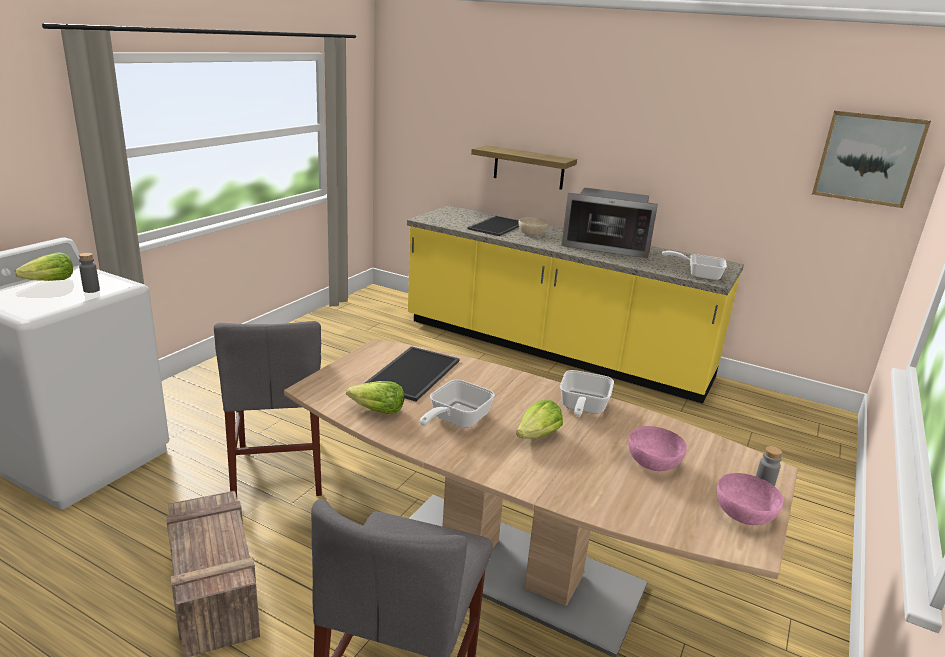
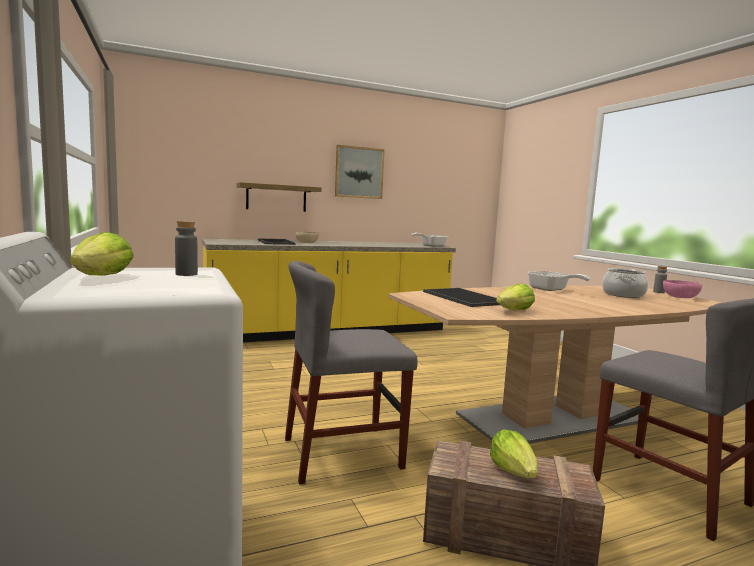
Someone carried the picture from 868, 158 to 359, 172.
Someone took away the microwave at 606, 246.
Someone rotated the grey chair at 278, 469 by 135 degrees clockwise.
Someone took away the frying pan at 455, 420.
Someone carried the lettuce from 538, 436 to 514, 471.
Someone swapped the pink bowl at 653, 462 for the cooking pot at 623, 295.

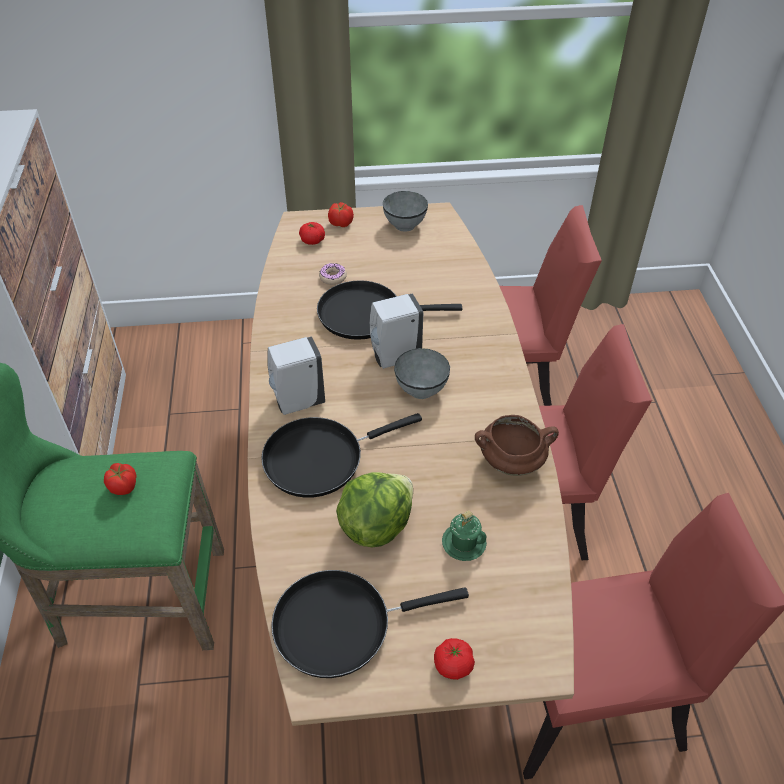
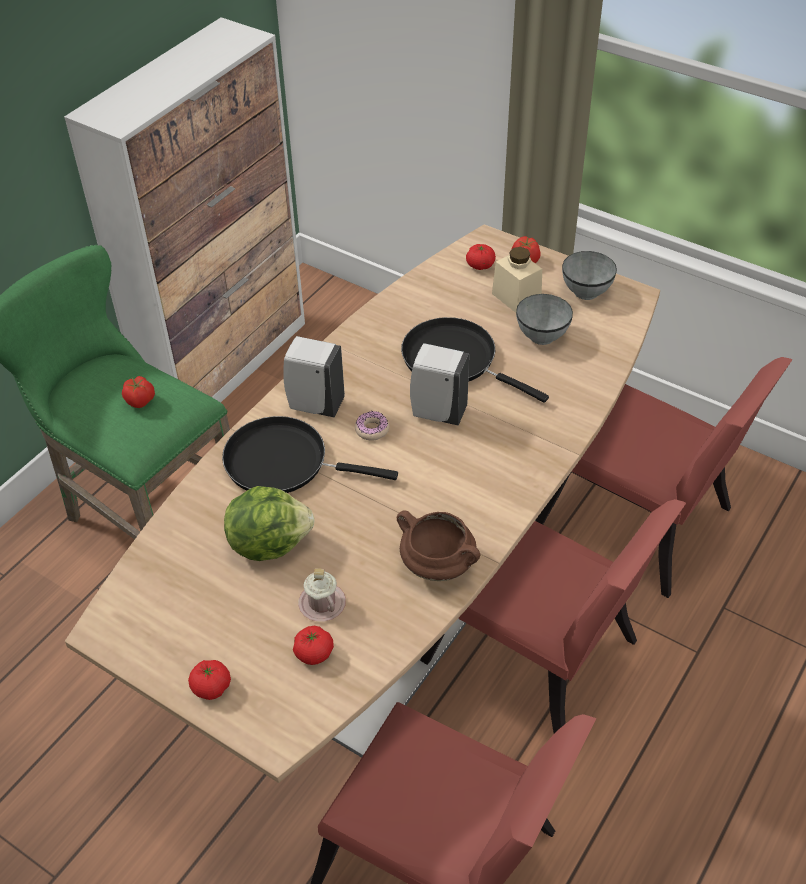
Someone carried the donut from 333, 277 to 372, 429.
Someone carried the grey bowl from 421, 390 to 541, 336.
Someone repainted the green mug at 464, 543, which became the pink mug at 322, 603.
Someone took away the black frying pan at 340, 624.
Someone put down the beige jar at 516, 297.
Someone put down the tomato at 314, 653.

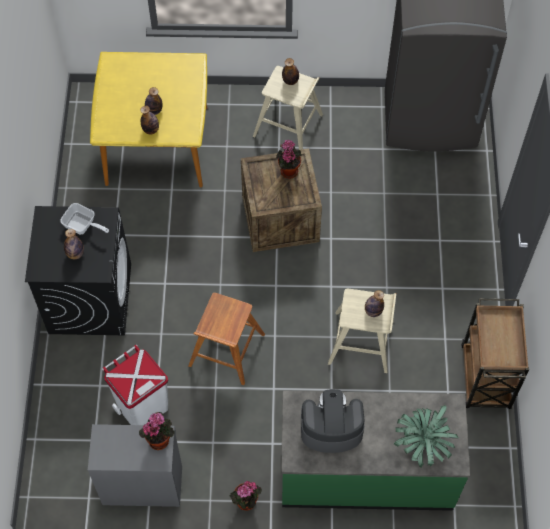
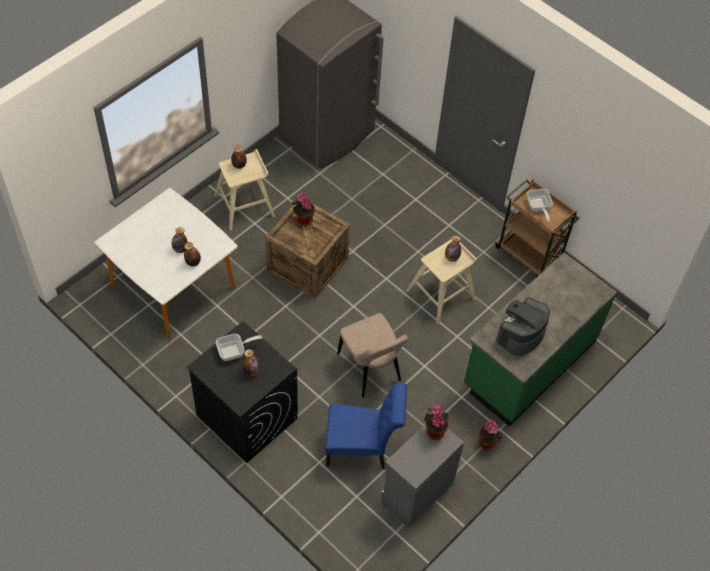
Someone repainted the yellow dining table at 156, 146, which became the white dining table at 173, 287.
Someone swapped the brown stool at 226, 350 for the beige chair at 370, 370.
Someone swapped the white trash can at 142, 408 for the blue chair at 362, 449.
Someone took away the potted plant at 423, 443.
Someone put down the frying pan at 538, 207.

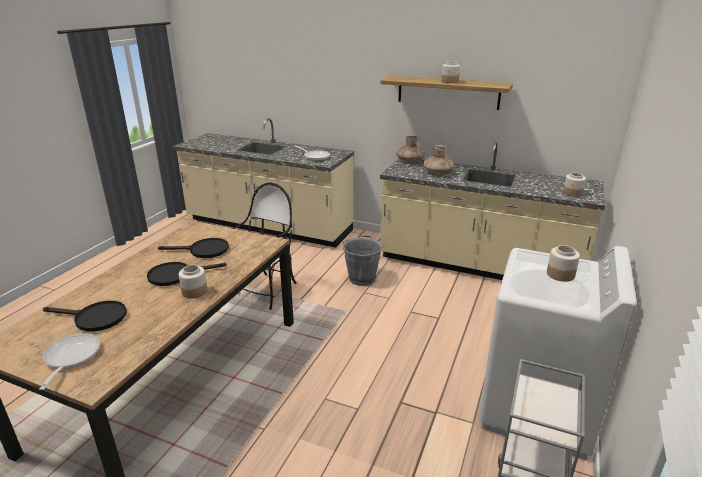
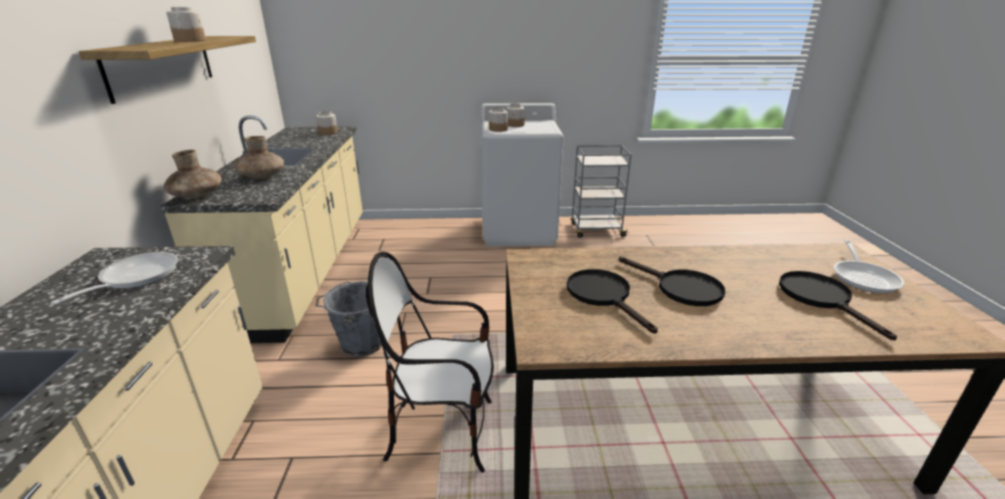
Someone carried the jar from 194, 292 to 498, 129.
Someone rotated the frying pan at 70, 358 by 45 degrees counterclockwise.

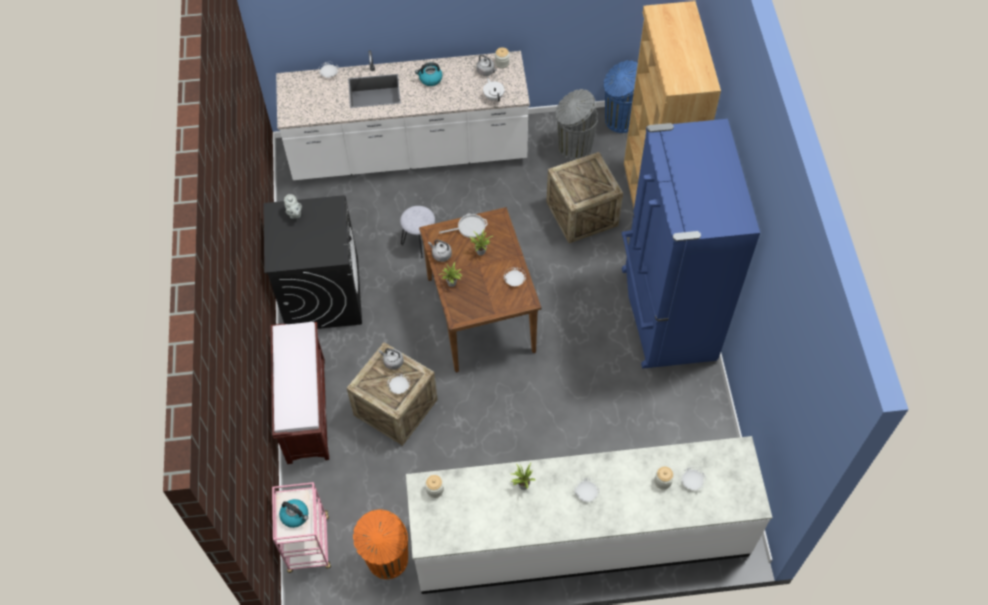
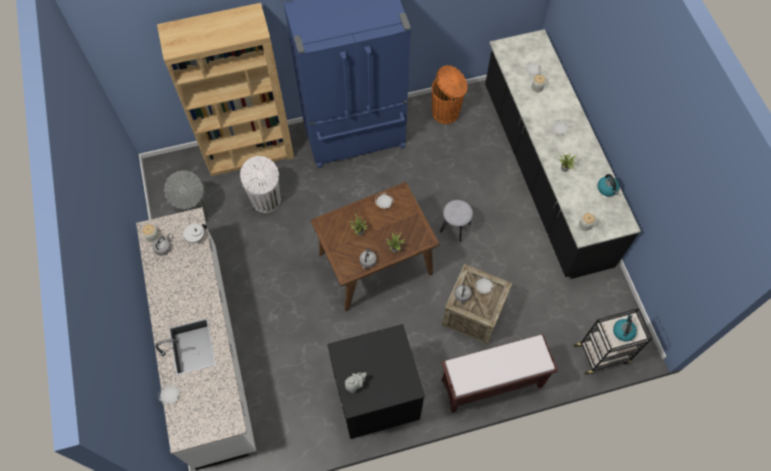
Someone took away the blue trash can at 619, 120.
Someone carried the kettle from 430, 79 to 607, 189.
Someone swapped the crate at 582, 214 for the white trash can at 266, 201.
Someone carried the grey stool from 420, 242 to 455, 228.
Someone took away the frying pan at 469, 227.
Someone repainted the white counter at 580, 536, which became the black counter at 544, 173.
Someone repainted the pink cart at 309, 545, which became the black cart at 603, 353.
Someone carried the orange trash can from 387, 561 to 446, 113.

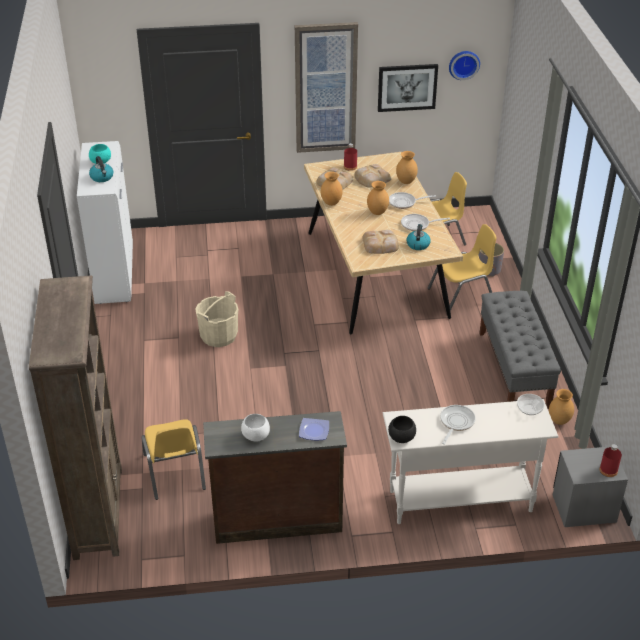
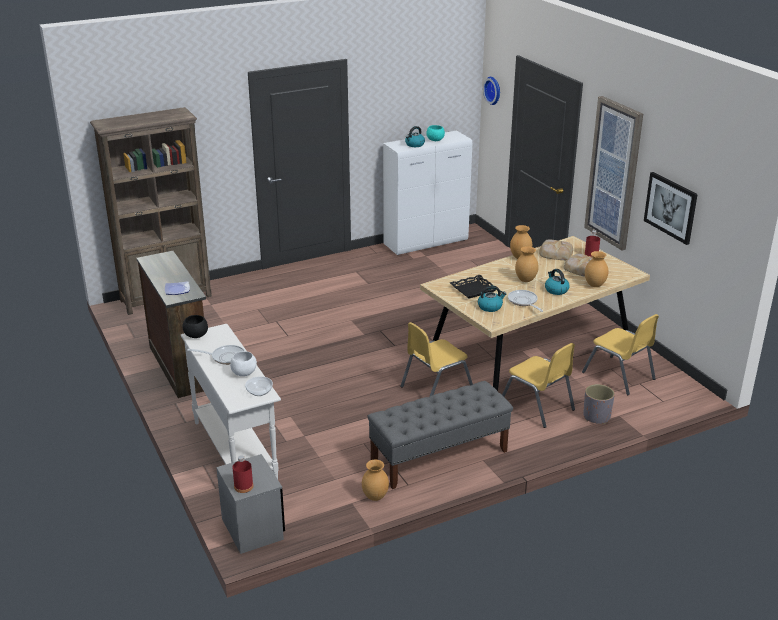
Someone carried the wall clock from 463, 64 to 493, 90.
Someone swapped the frying pan at 404, 203 for the kettle at 556, 290.
Someone swapped the bread at 381, 245 for the black tray at 473, 290.
Someone took away the beige bucket at 219, 336.
Someone carried the white bowl from 256, 436 to 244, 373.
Someone carried the yellow chair from 174, 472 to 436, 387.

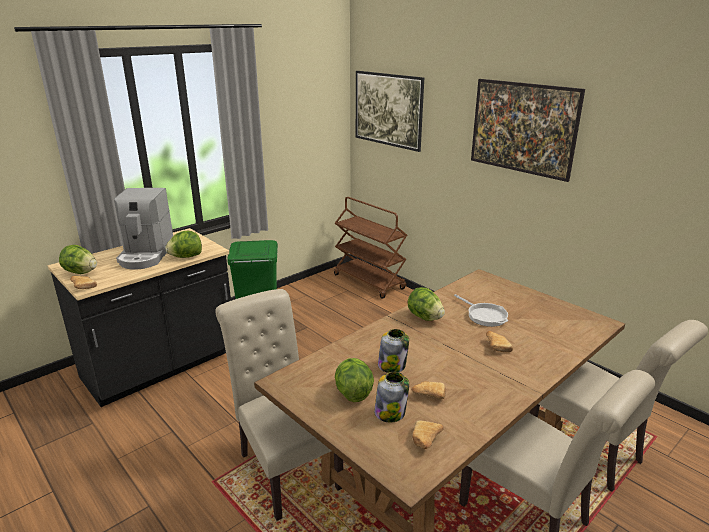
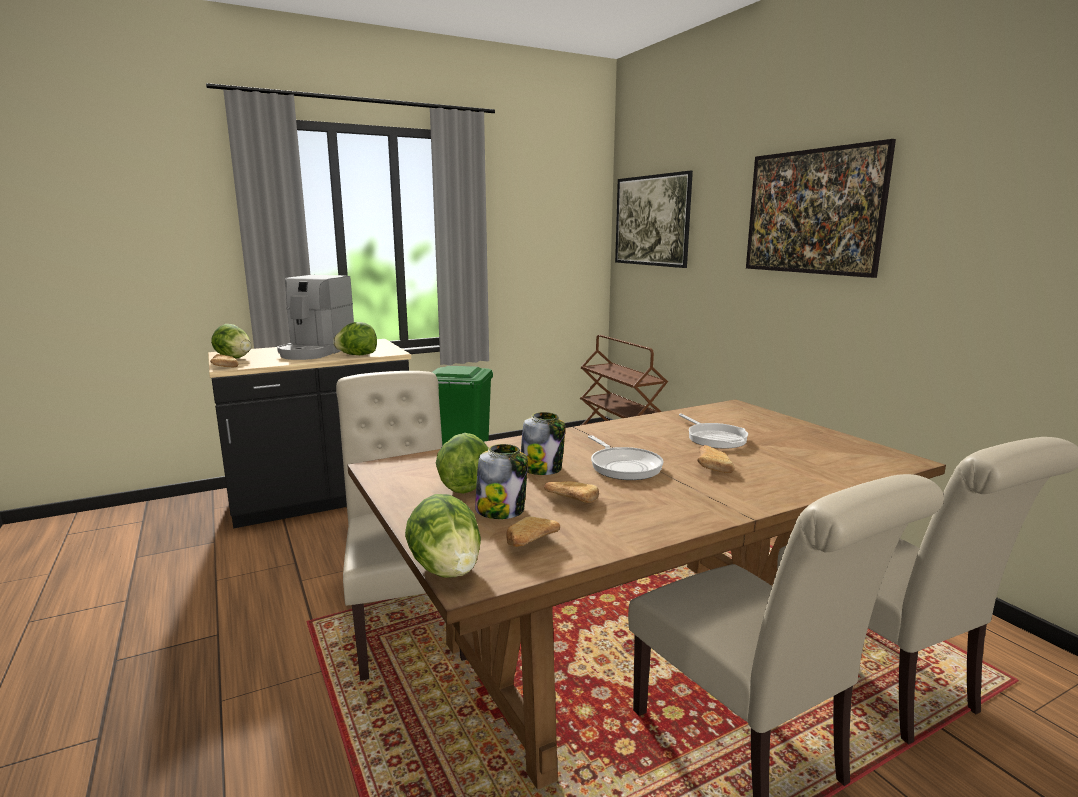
Someone carried the lettuce from 424, 317 to 446, 569.
Someone put down the frying pan at 623, 466.

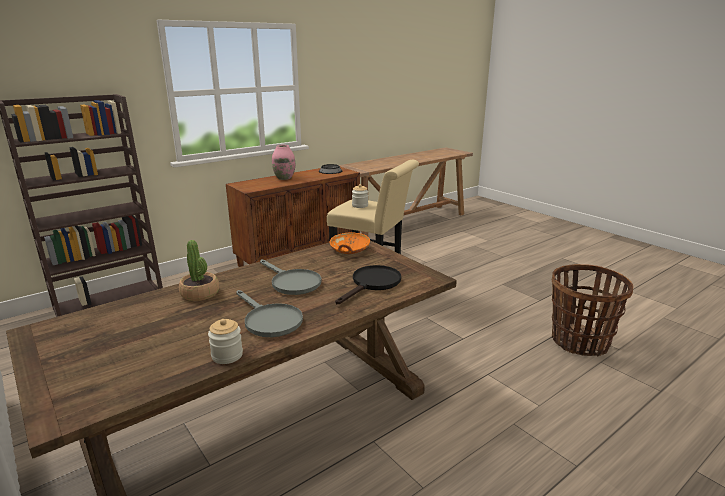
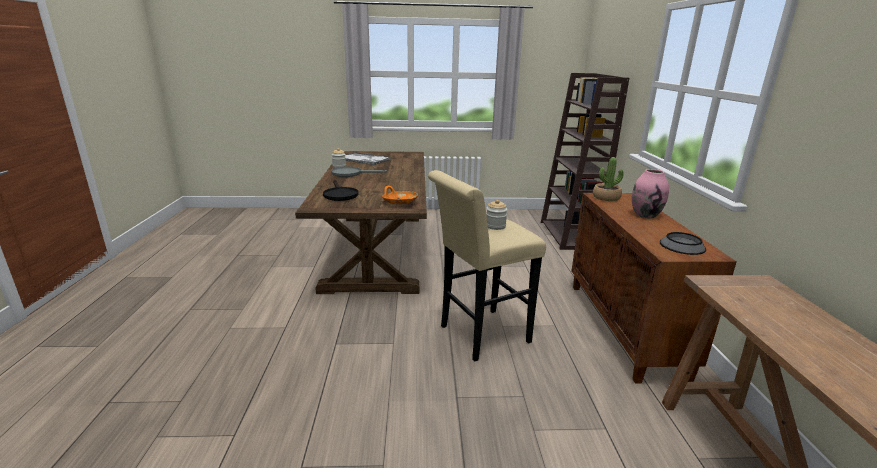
Someone carried the potted plant from 200, 293 to 606, 197.
Someone took away the grey frying pan at 292, 282.
Someone took away the basket at 579, 342.
Someone put down the tray at 364, 159.

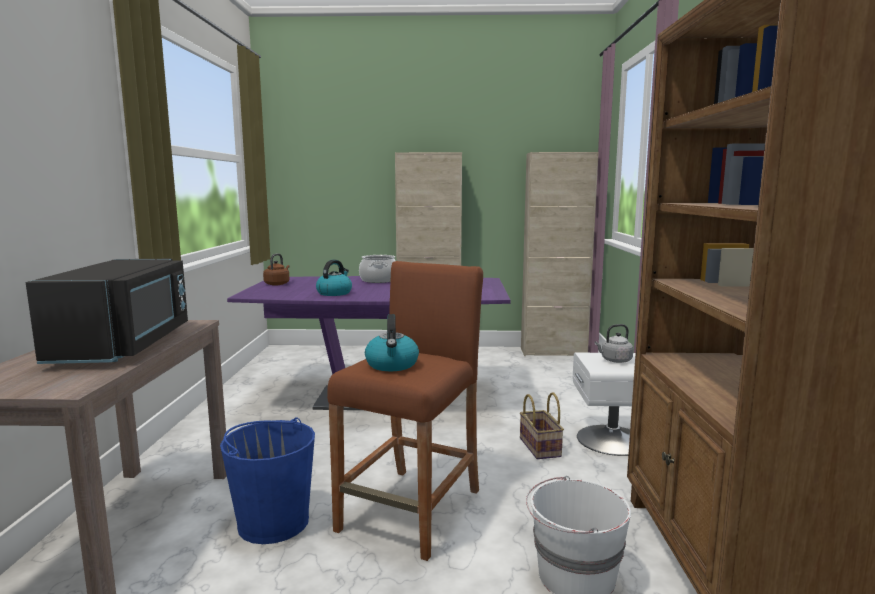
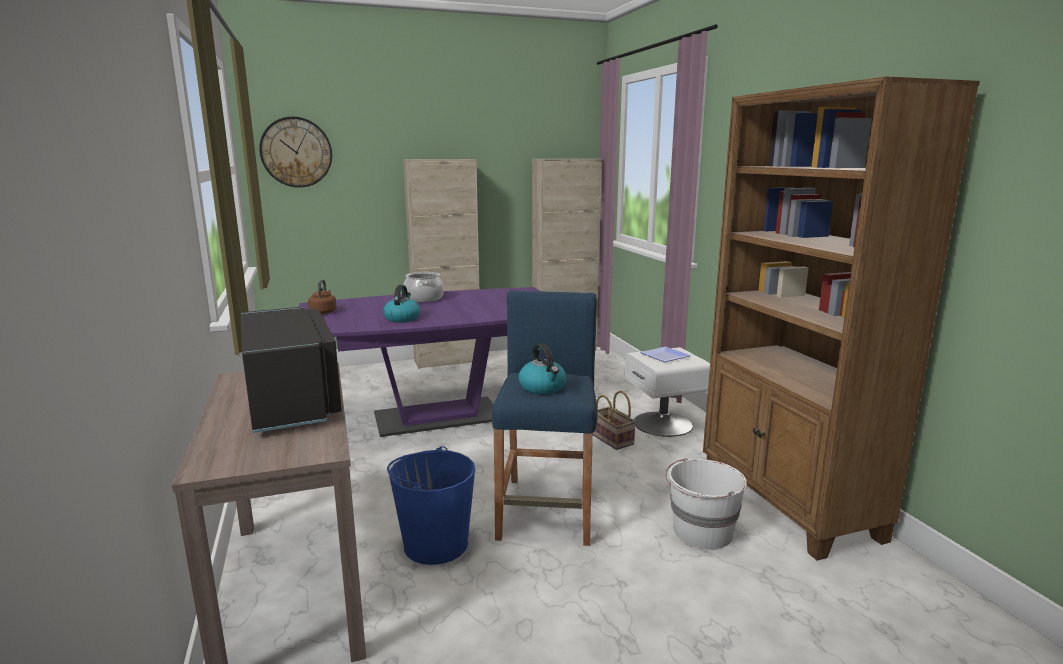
Someone repainted the brown stool at 412, 510, which became the blue stool at 547, 510.
Someone swapped the grey kettle at 614, 360 for the plate at 664, 357.
Someone put up the wall clock at 296, 152.

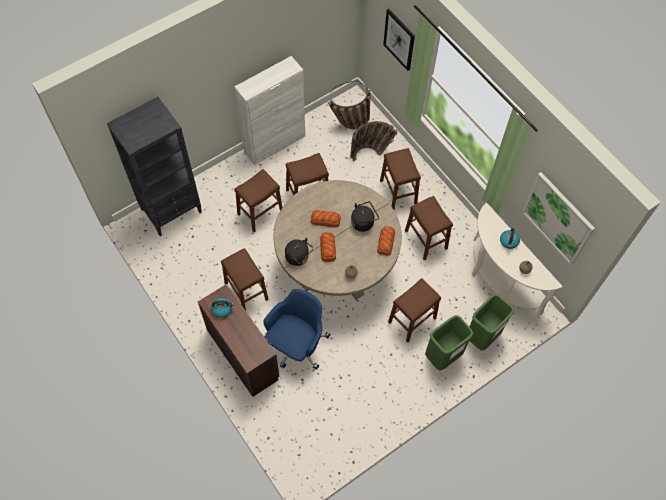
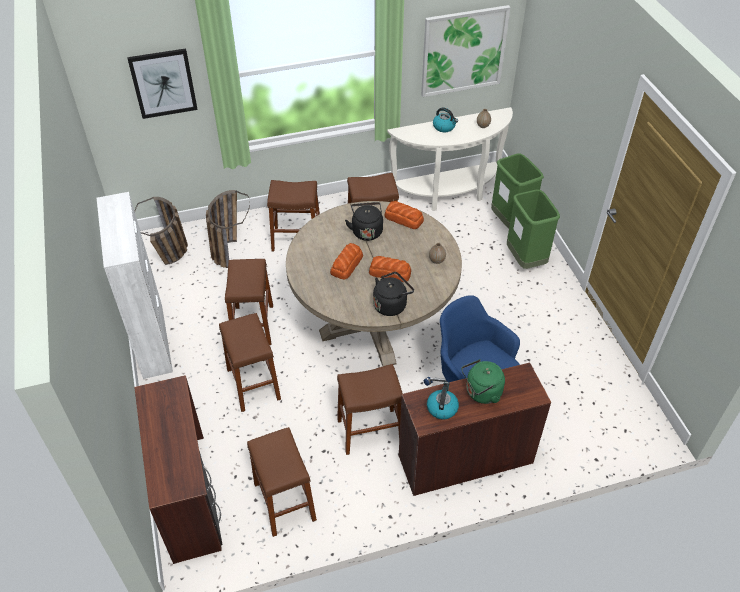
Someone swapped the black bookcase at 172, 210 for the brown desk at 190, 496.
Someone carried the brown stool from 412, 320 to 284, 501.
Someone put down the green kettle at 481, 393.

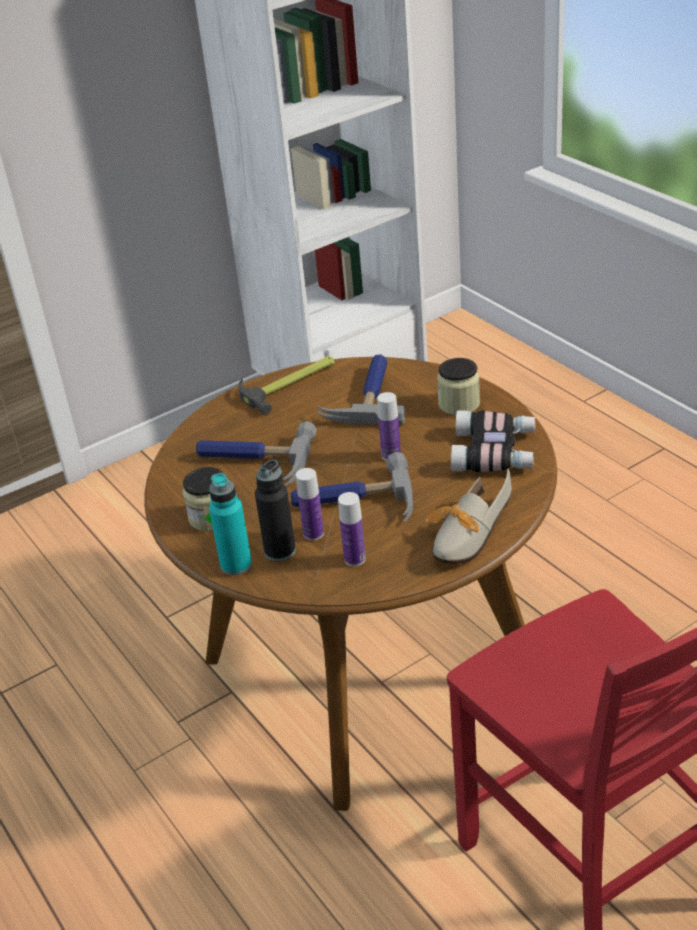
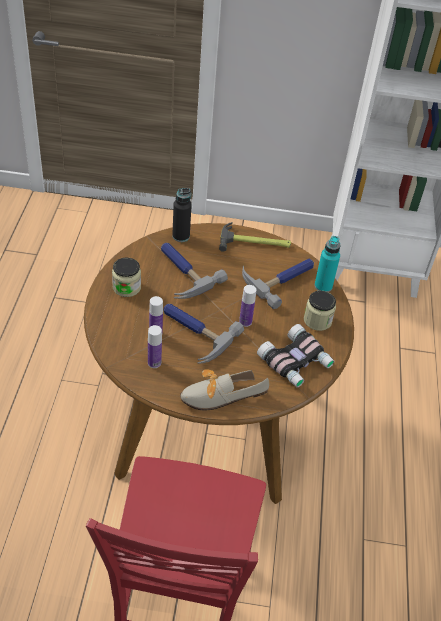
Someone carried the black bottle from 280, 551 to 181, 236.
Someone carried the turquoise bottle from 236, 565 to 323, 286.

